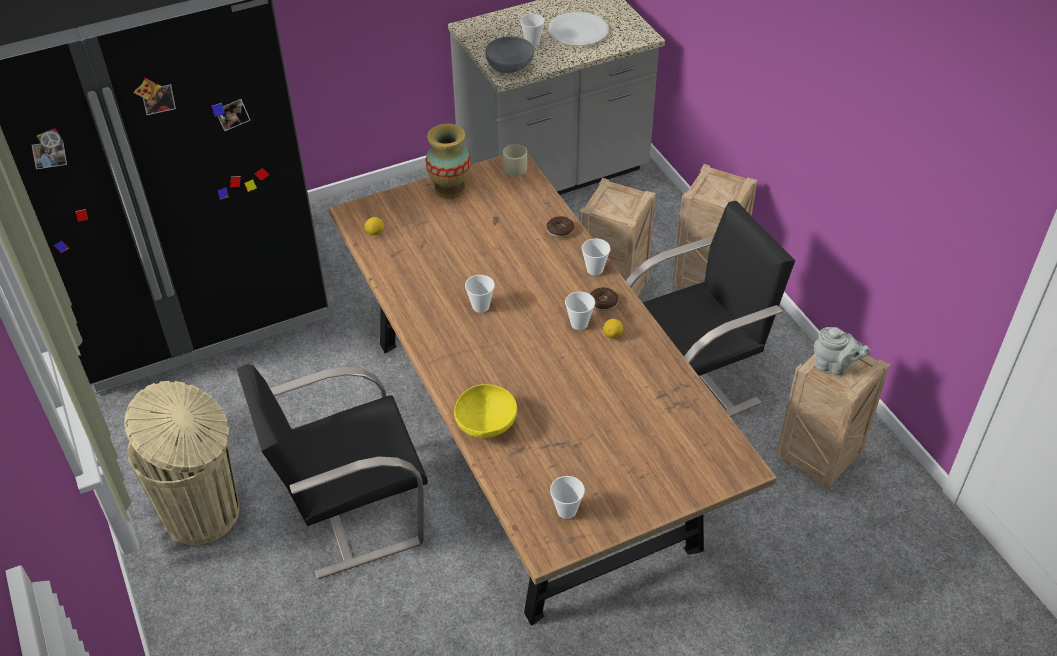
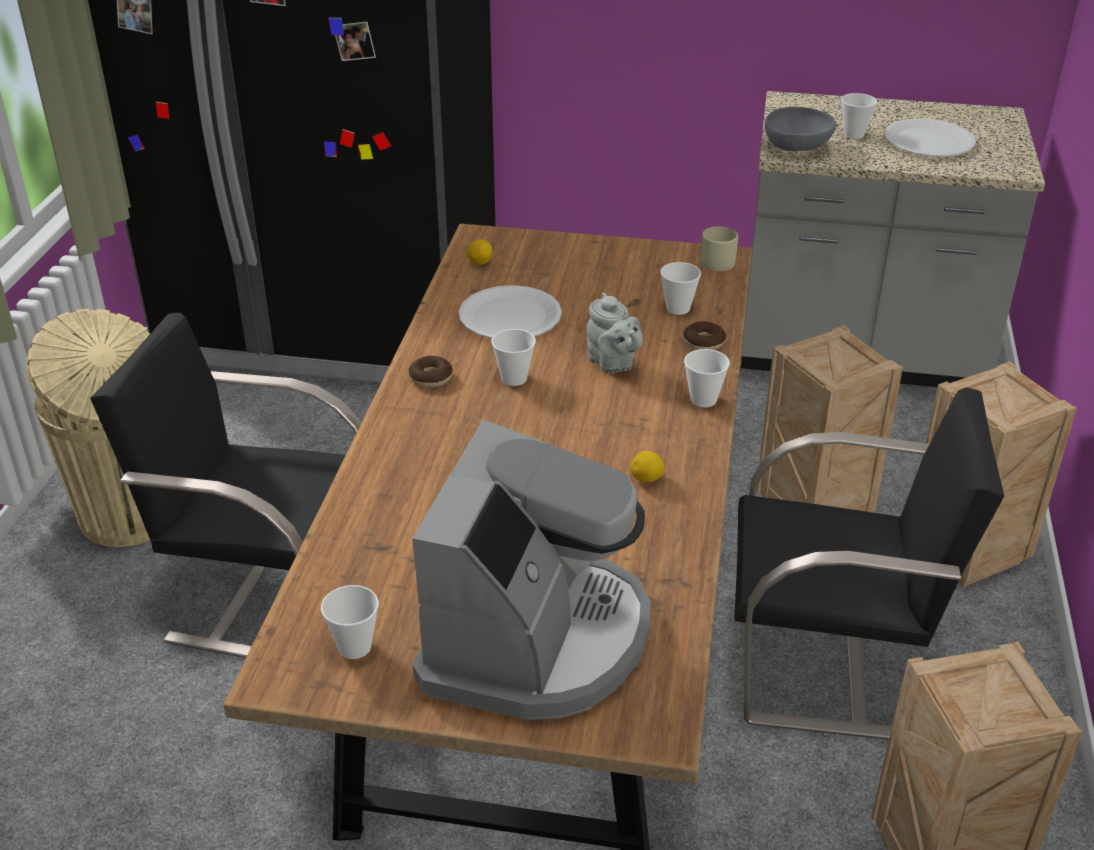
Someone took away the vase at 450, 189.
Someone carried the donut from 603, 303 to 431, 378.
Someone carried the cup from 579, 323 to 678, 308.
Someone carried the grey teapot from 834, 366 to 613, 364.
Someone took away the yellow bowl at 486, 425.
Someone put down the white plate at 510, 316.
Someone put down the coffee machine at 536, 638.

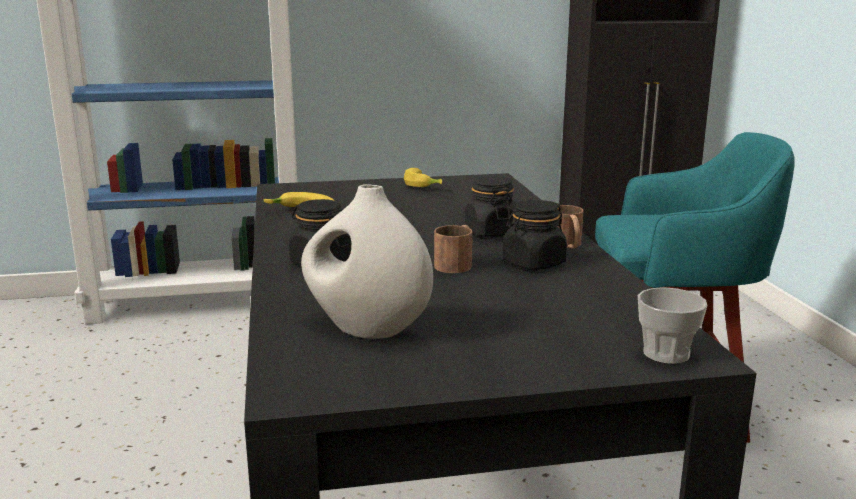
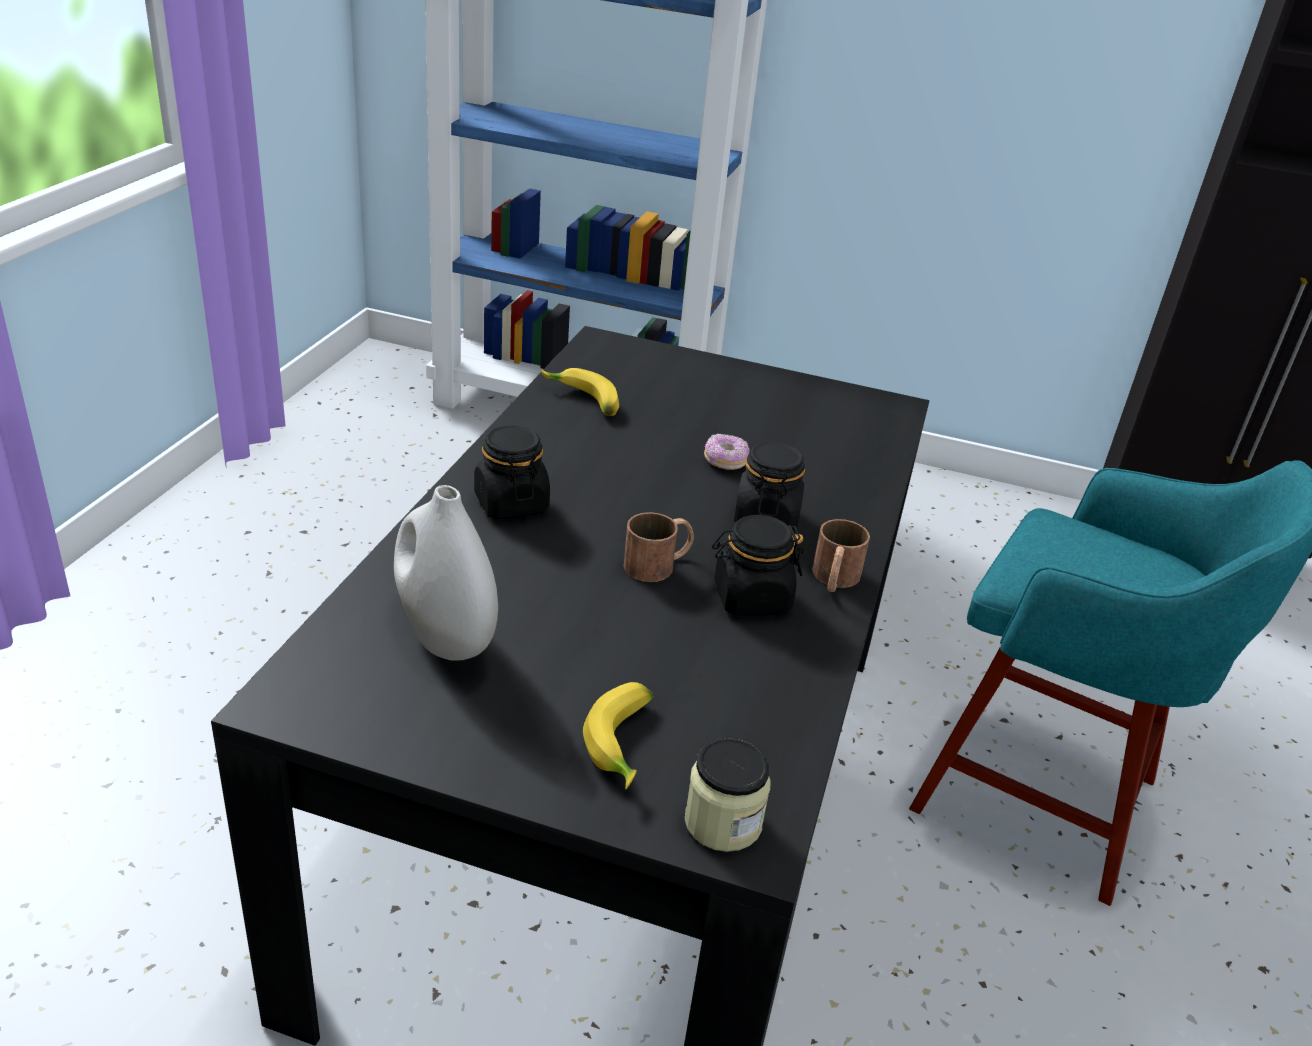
Someone carried the banana from 424, 185 to 626, 745.
Someone swapped the cup at 666, 353 for the jar at 723, 822.
Someone put down the donut at 725, 461.

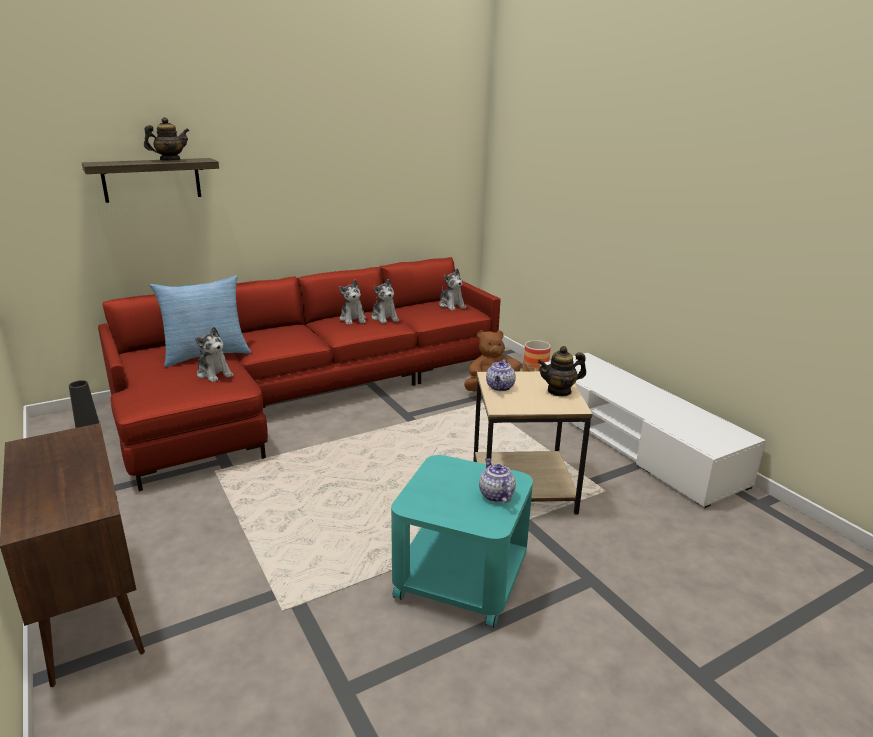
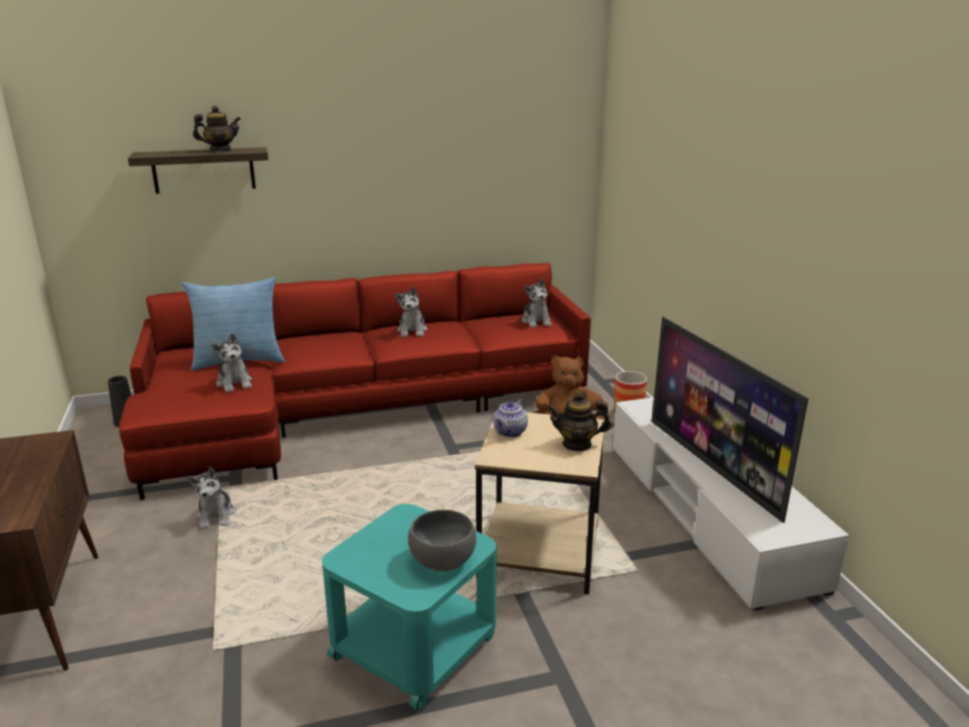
Someone carried the plush toy from 385, 318 to 216, 516.
Someone swapped the teapot at 495, 495 for the grey bowl at 442, 560.
Someone put down the television at 714, 467.

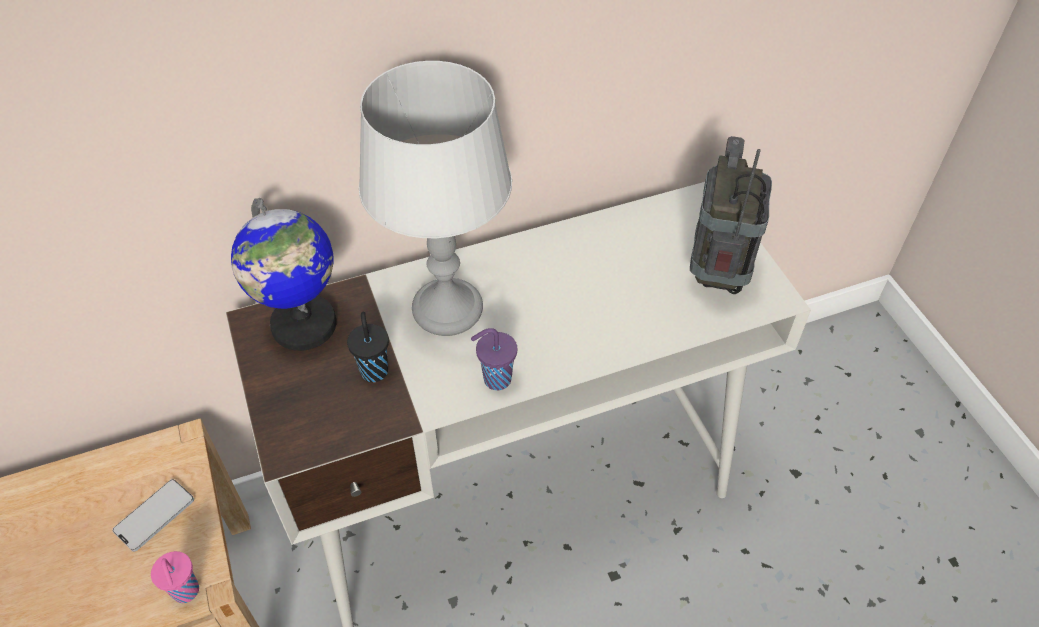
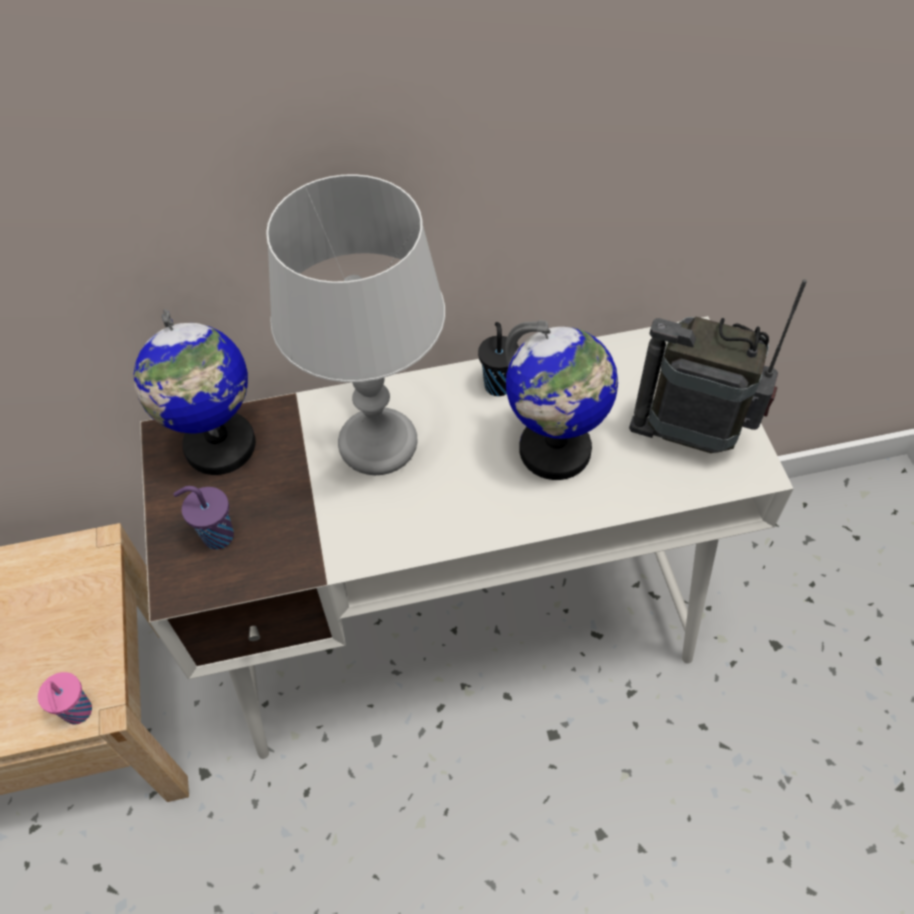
Someone rotated the radio at 717, 275 by 90 degrees counterclockwise.
Someone carried the black cup from 374, 370 to 498, 384.
Someone carried the purple cup from 495, 379 to 216, 536.
Someone took away the phone at 154, 515.
Someone put down the globe at 555, 451.

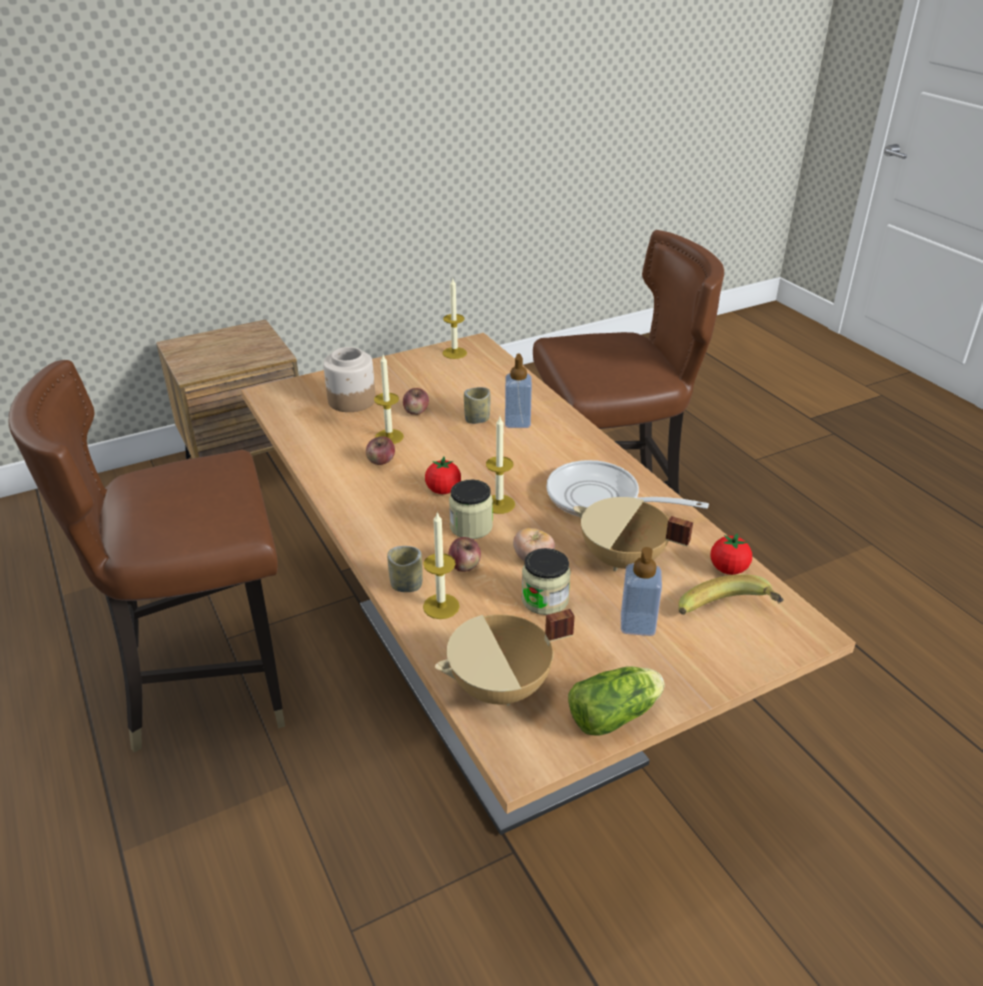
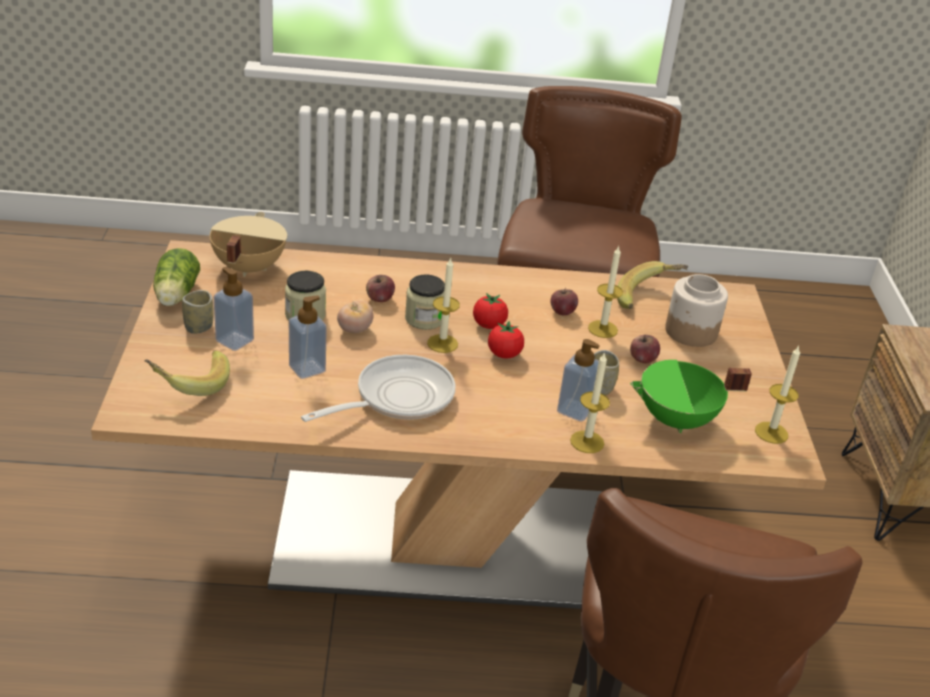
Someone swapped the beige cooking pot at 622, 560 for the soap dispenser at 307, 368.
Someone carried the candle from 441, 606 to 587, 442.
Someone carried the tomato from 728, 569 to 504, 354.
Someone carried the cup from 406, 585 to 198, 327.
Someone put down the banana at 648, 299.
Someone put down the green cooking pot at 677, 421.

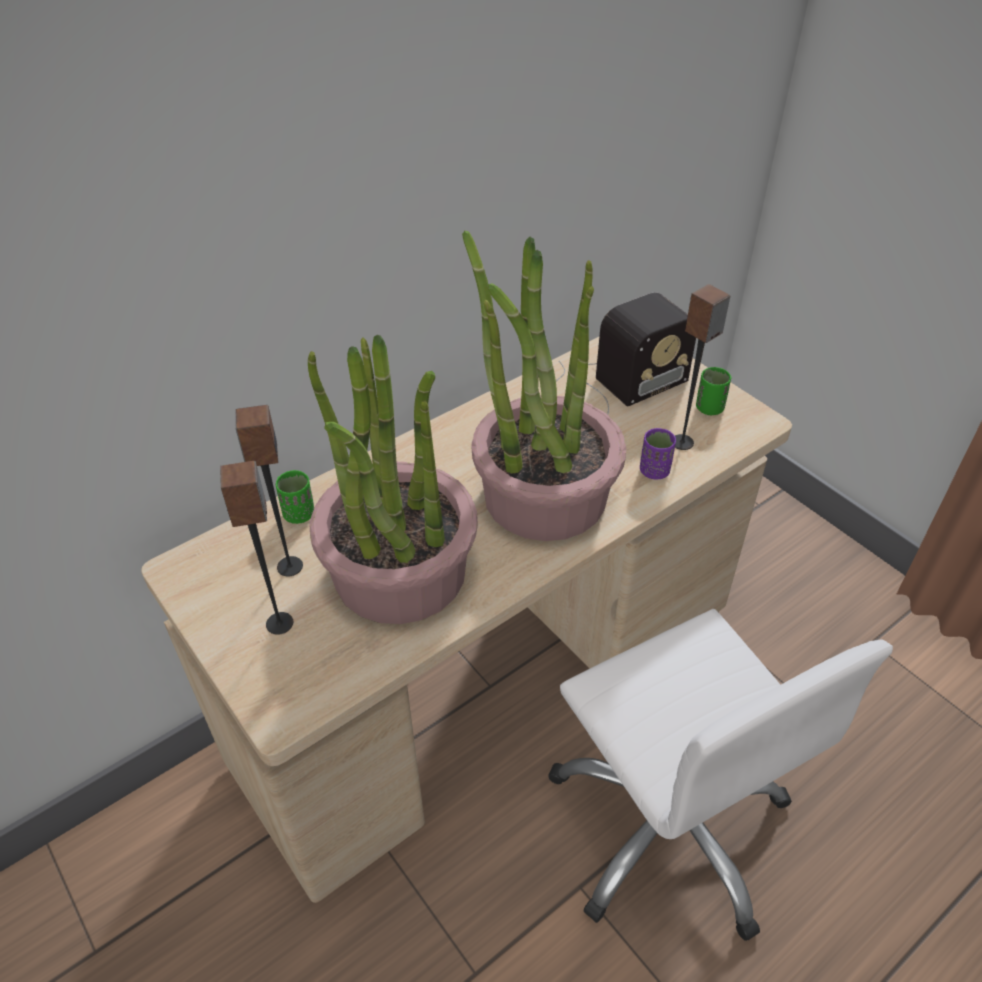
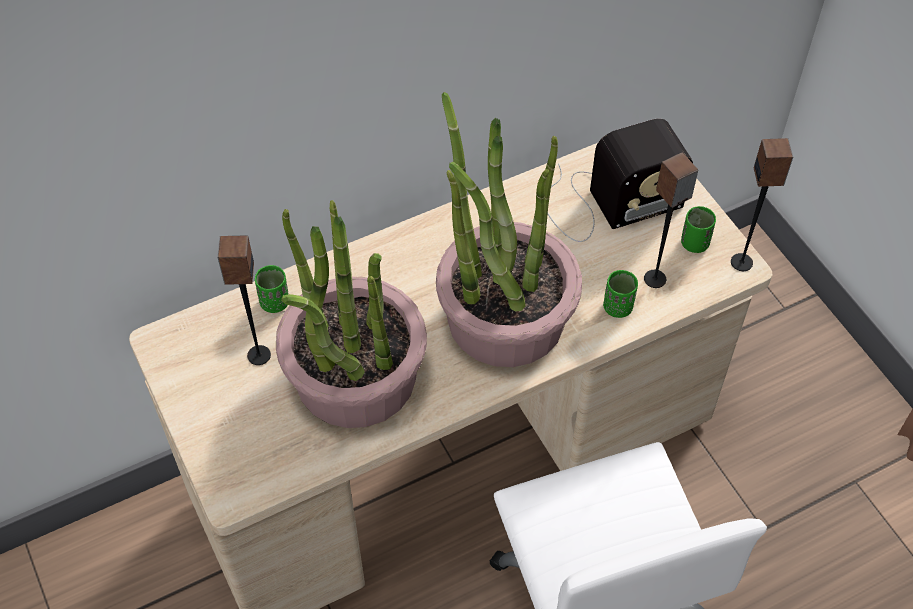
Someone repainted the purple cup at 654, 471, which became the green cup at 618, 307.
Someone carried the speaker from 280, 623 to 742, 262.

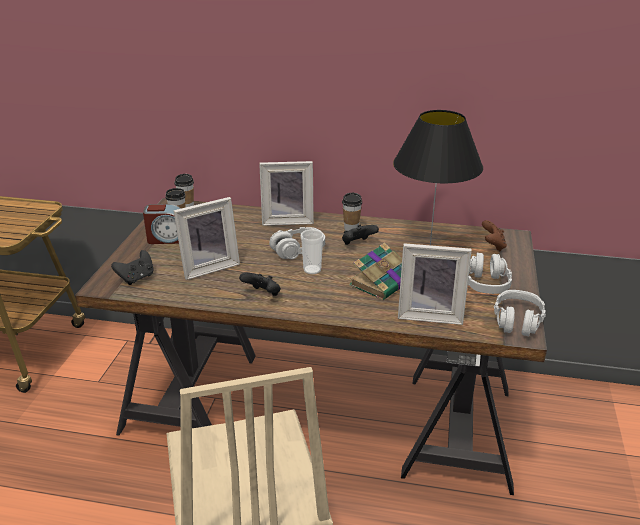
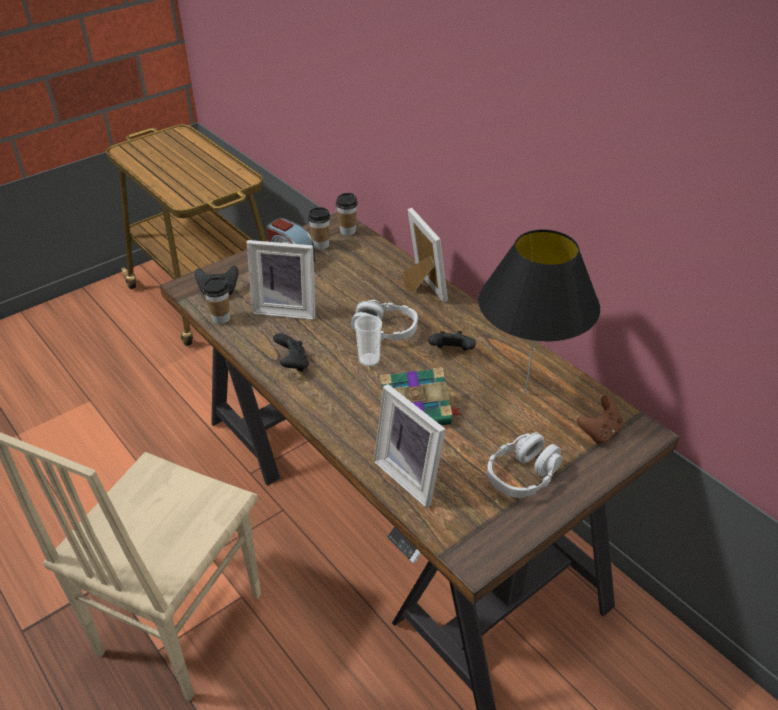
Someone rotated the picture frame at 287, 220 by 150 degrees counterclockwise.
Someone carried the cup from 351, 229 to 221, 319.
Someone took away the grey headphones at 517, 321.

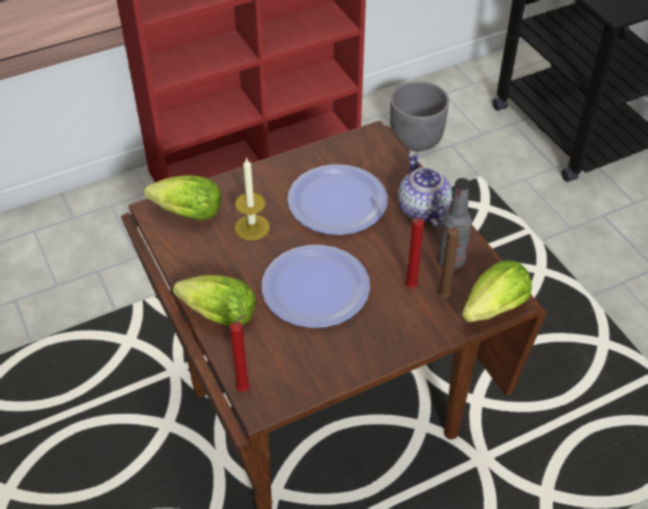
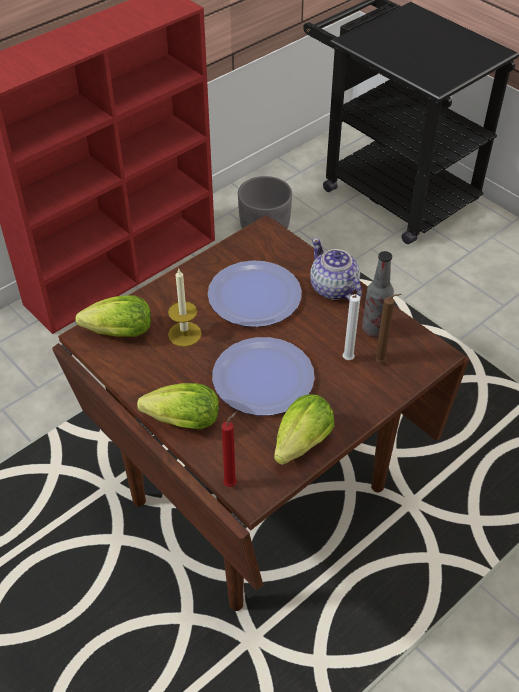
Someone repainted the red candle at 409, 288, which became the white candle at 347, 360.
Someone carried the lettuce from 490, 311 to 299, 446.

